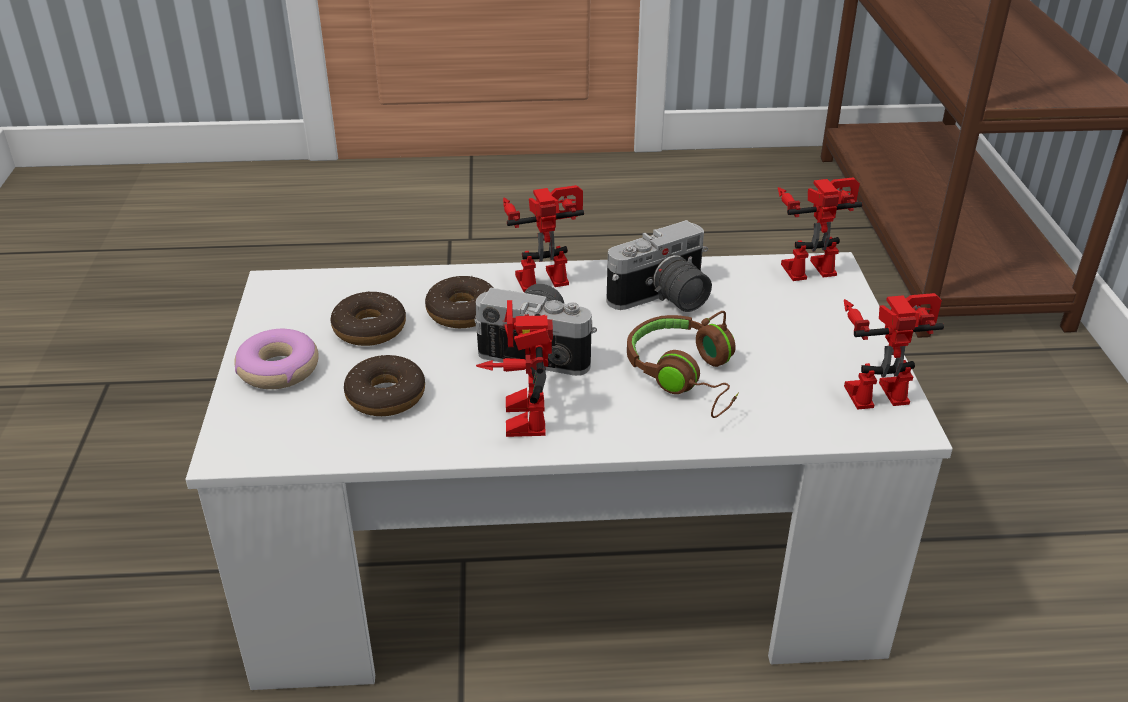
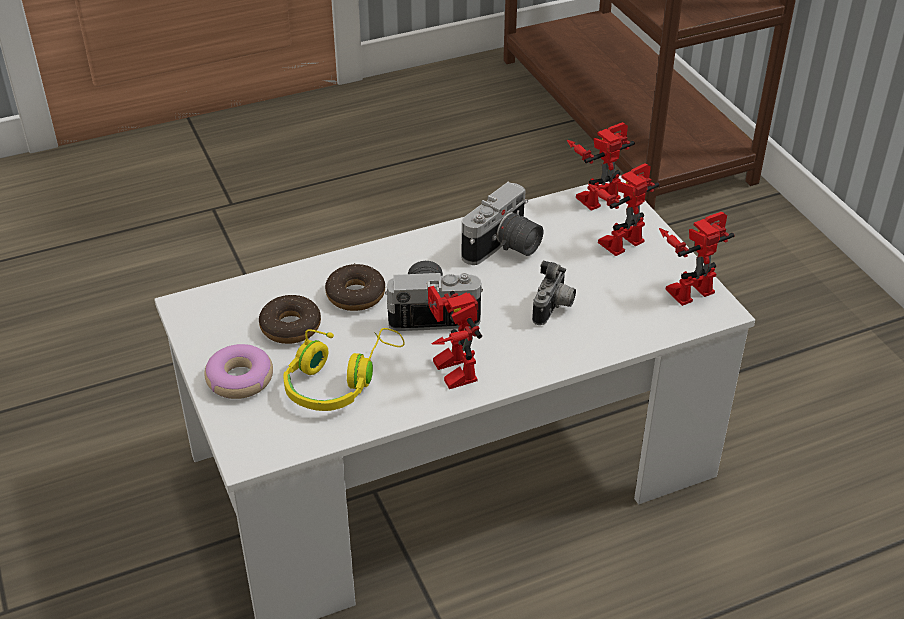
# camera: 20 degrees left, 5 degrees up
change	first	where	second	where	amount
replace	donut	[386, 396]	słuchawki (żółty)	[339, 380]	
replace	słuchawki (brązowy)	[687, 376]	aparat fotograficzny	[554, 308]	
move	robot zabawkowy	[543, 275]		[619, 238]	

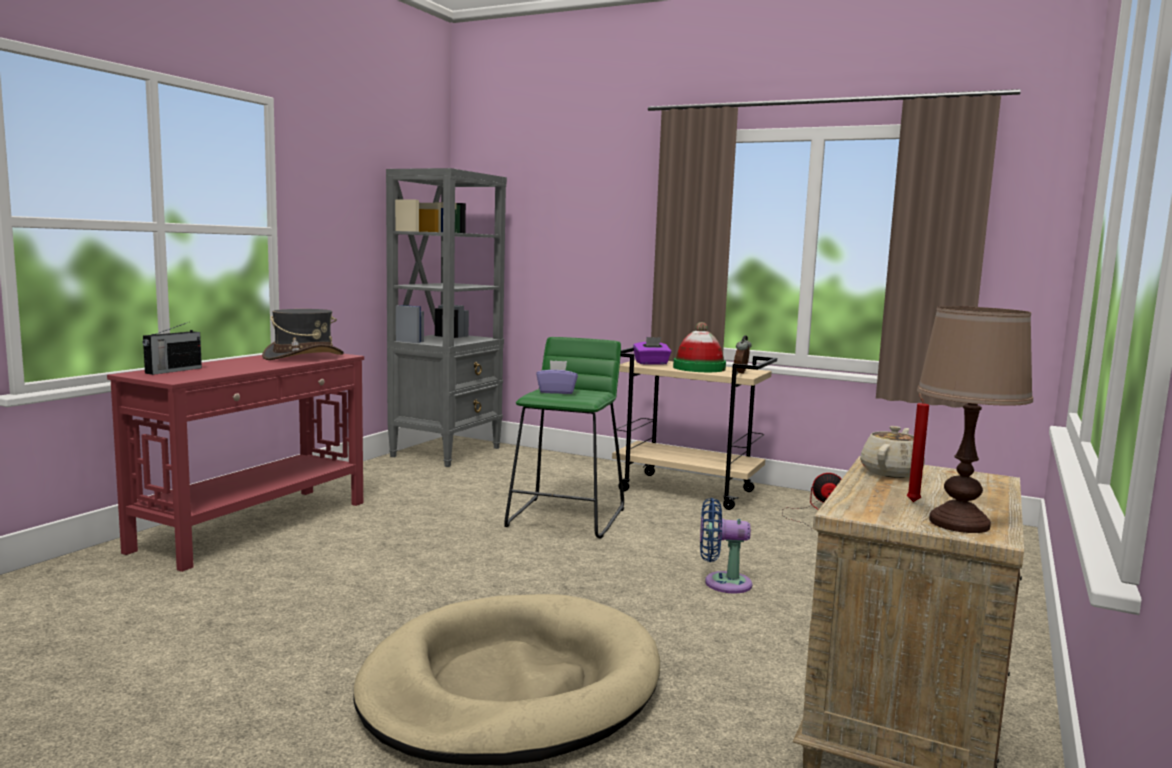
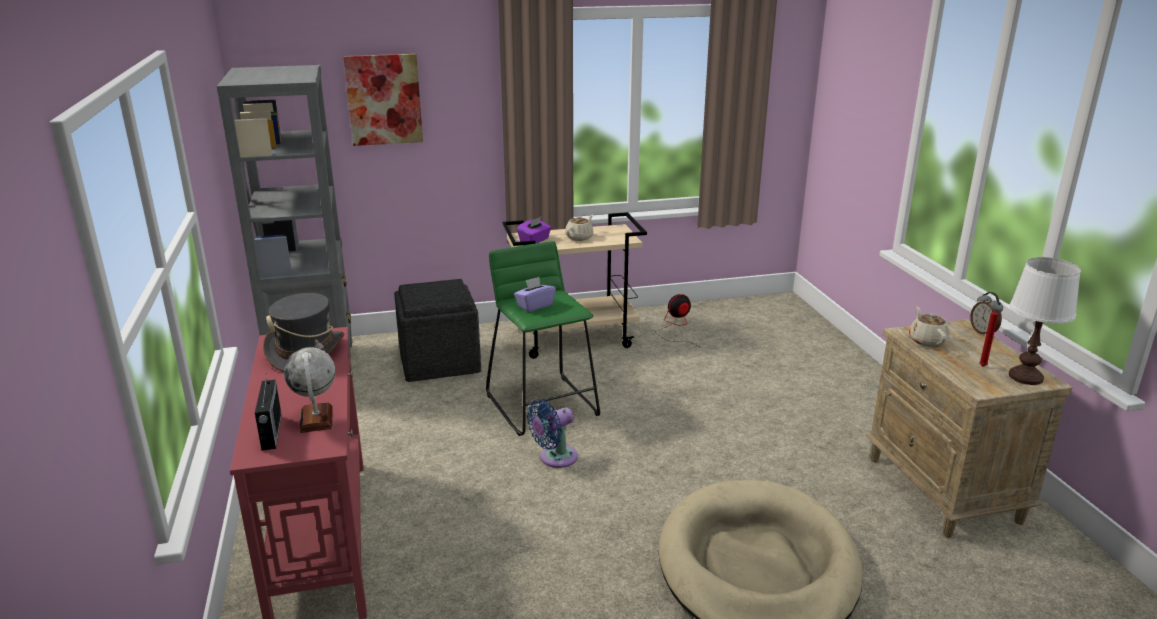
# camera: 40 degrees left, 15 degrees up
change	first	where	second	where	amount
insert			globus	[316, 419]	
insert			obraz	[384, 99]	
insert			pufa (szary)	[440, 361]	
move	wentylator (niebieski)	[722, 583]		[554, 458]	
replace	kapelusz	[699, 368]	imbryk (beżowy)	[579, 237]	
move	budzik	[741, 373]		[983, 332]	
recolor	lampa stołowa (brązowy)	[958, 523]	lampa stołowa (biały)	[1025, 377]	

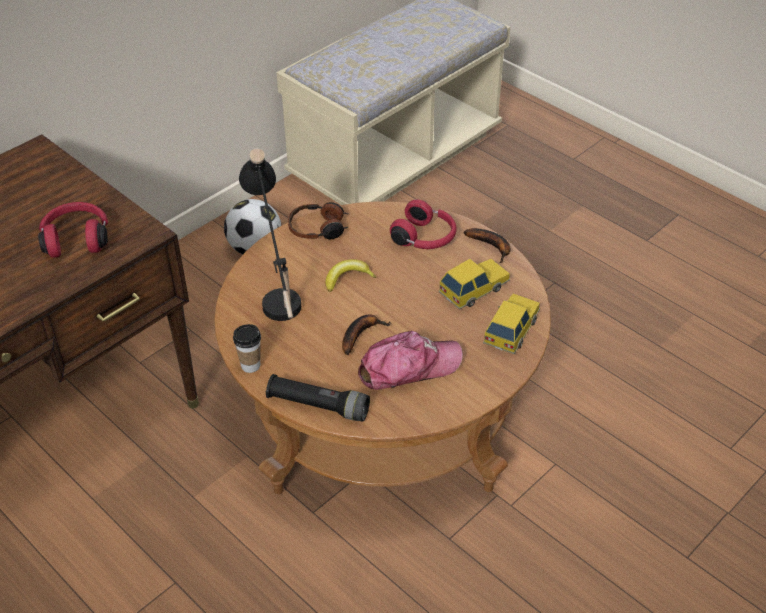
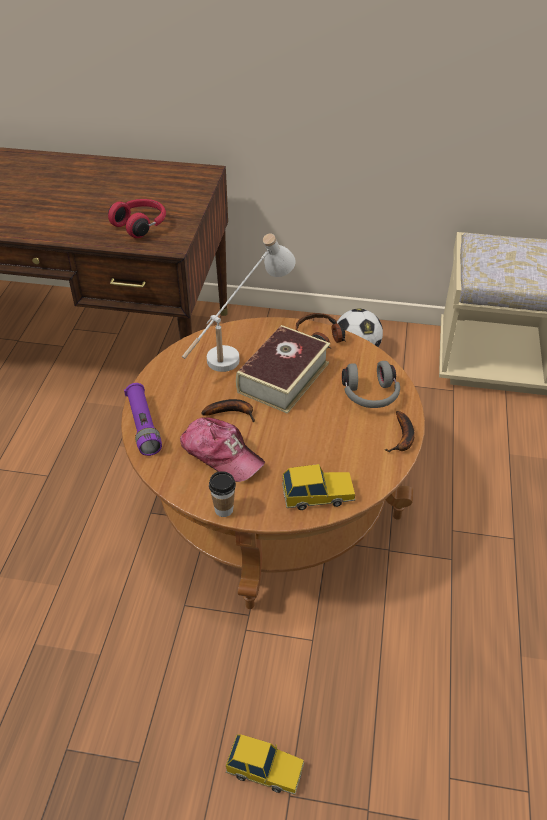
# camera: 55 degrees right, 0 degrees up
change	first	where	second	where	amount
recolor	latarka (czarny)	[318, 406]	latarka (fioletowy)	[143, 426]	
recolor	lampa stołowa (czarny)	[276, 287]	lampa stołowa (biały)	[239, 349]	
move	filiżanka	[250, 365]		[224, 509]	
move	samochodzik	[474, 289]		[265, 769]	
replace	banan	[347, 278]	książka	[283, 377]	
recolor	słuchawki (czerwony)	[425, 238]	słuchawki (szary)	[370, 396]	

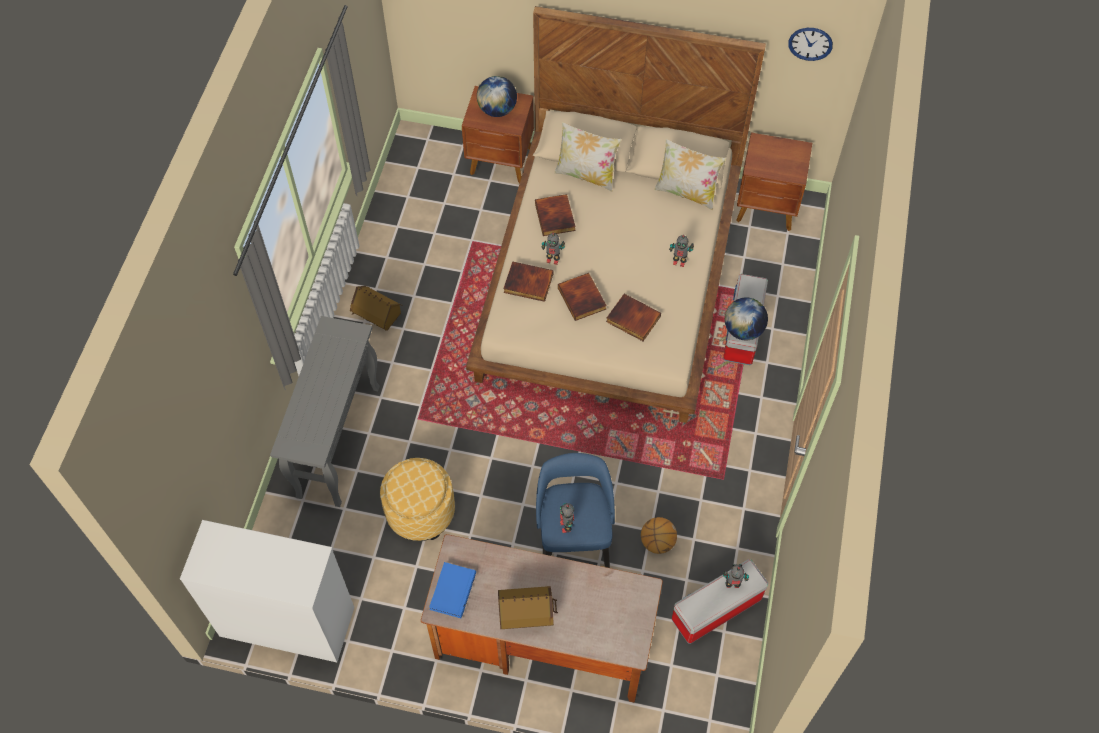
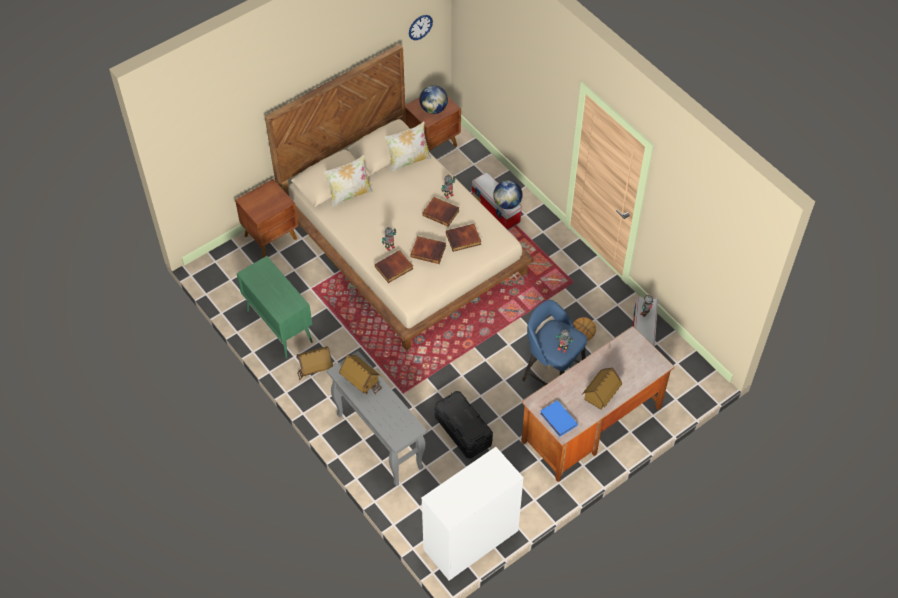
# camera: 50 degrees left, 5 degrees down
change	first	where	second	where	amount
insert			szafka (zielony)	[279, 326]	
insert			domek	[361, 382]	
move	globus	[497, 110]		[433, 109]	
move	książka	[556, 217]		[441, 212]	
replace	pufa	[420, 512]	pojemnik do przechowywania (czarny)	[463, 431]	

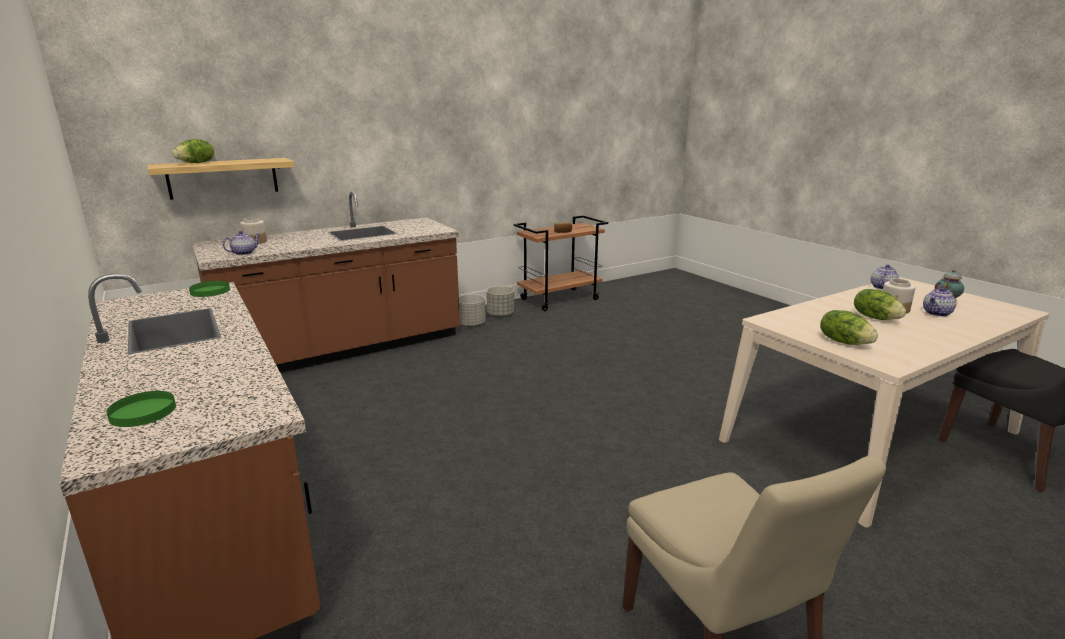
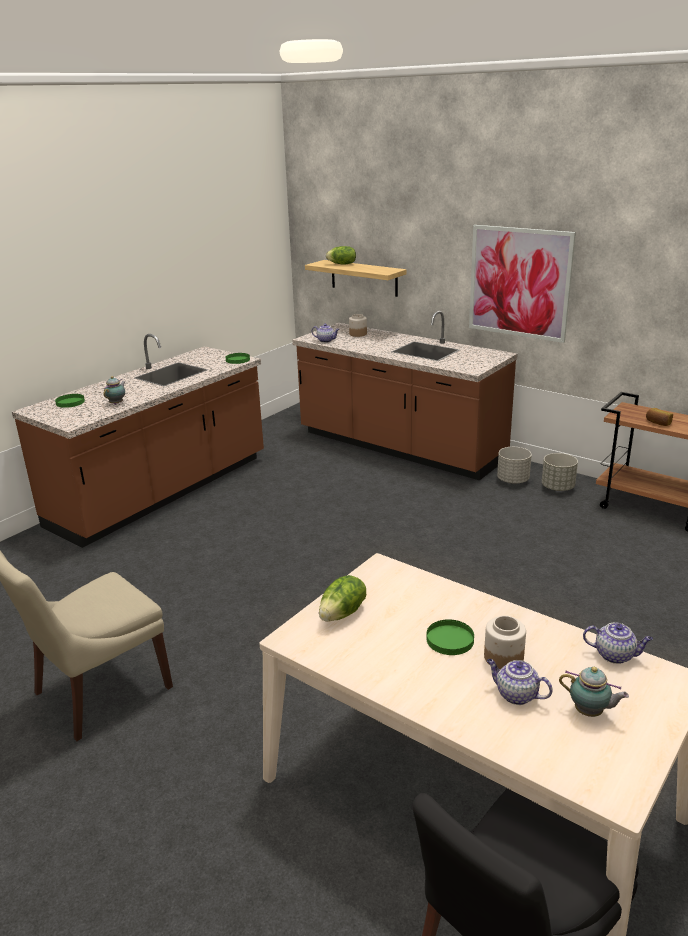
# camera: 70 degrees right, 5 degrees up
change	first	where	second	where	amount
insert			imbryk	[117, 403]	
replace	sałata	[875, 318]	talerz (zielony)	[450, 639]	
insert			obraz	[519, 282]	

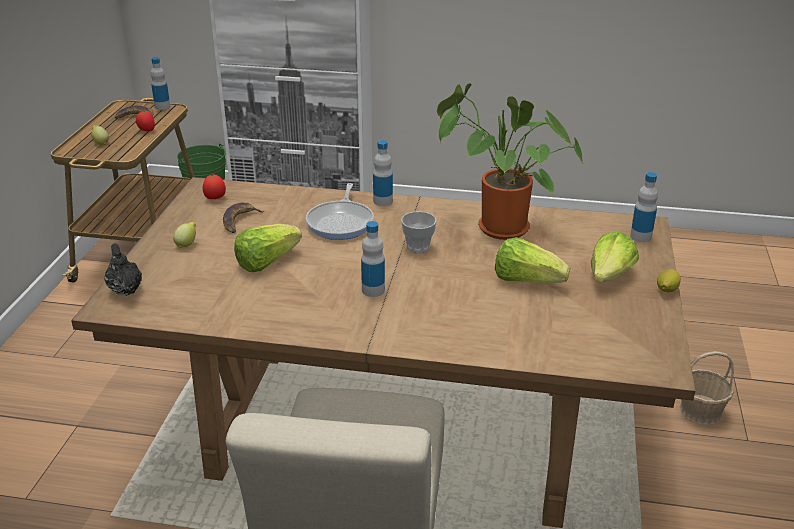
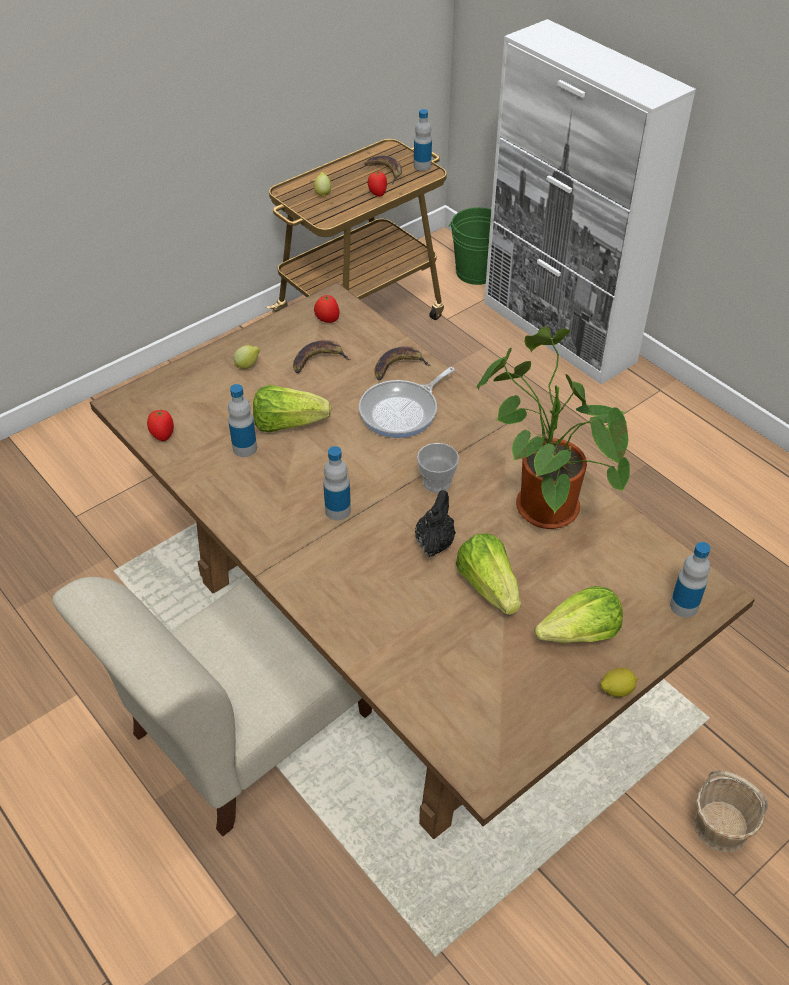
# camera: 40 degrees right, 15 degrees up
change	first	where	second	where	amount
insert			pomidor	[162, 436]	
move	butelka	[383, 201]		[244, 448]	
insert			banan	[398, 367]	
move	imbryk (czarny)	[125, 289]		[434, 542]	

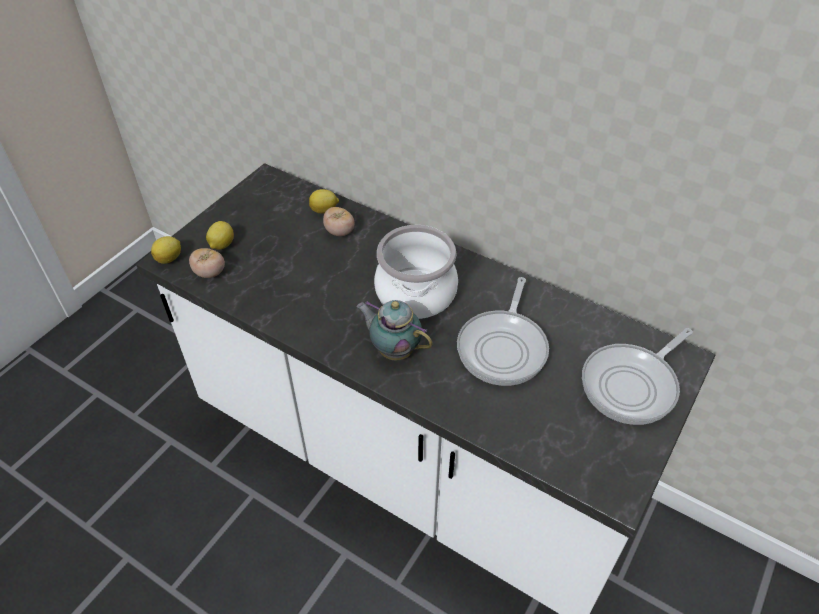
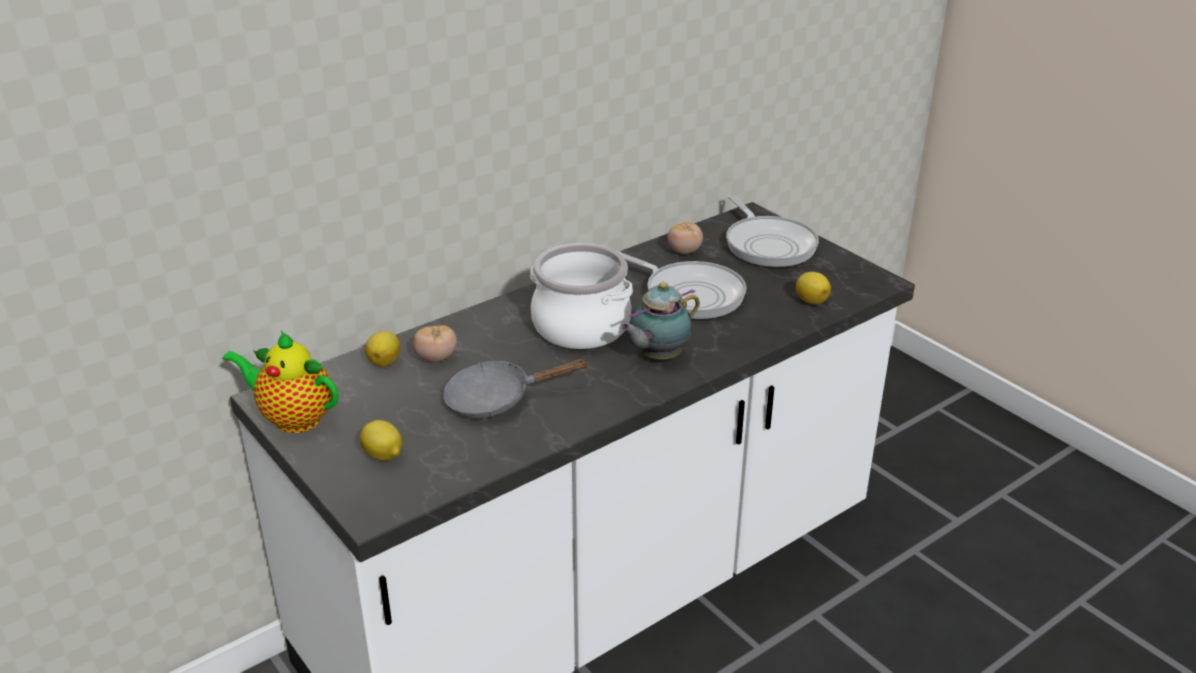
# camera: 70 degrees left, 15 degrees down
change	first	where	second	where	amount
insert			imbryk	[293, 418]	
insert			patelnia (szary)	[497, 399]	
move	pomidor	[210, 273]		[684, 251]	
move	cytryna	[170, 258]		[810, 300]	

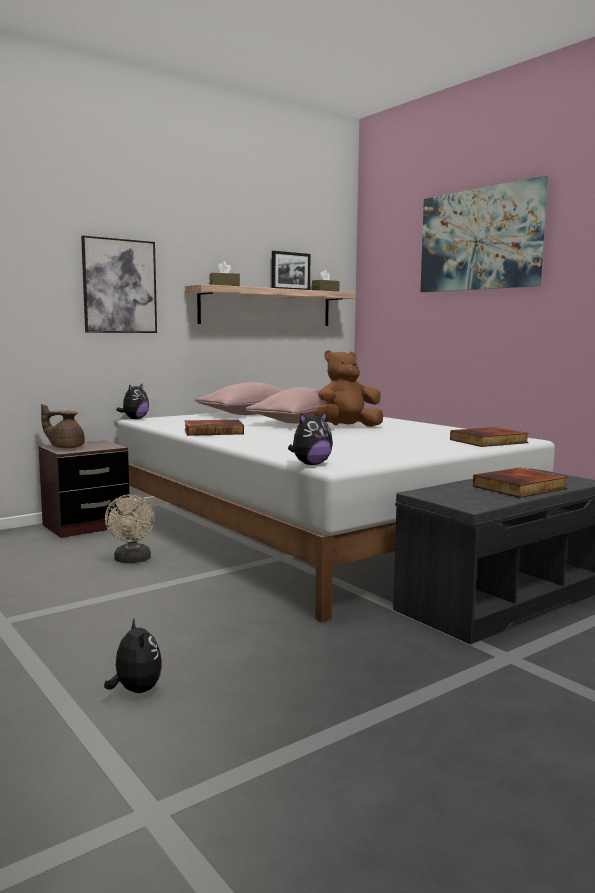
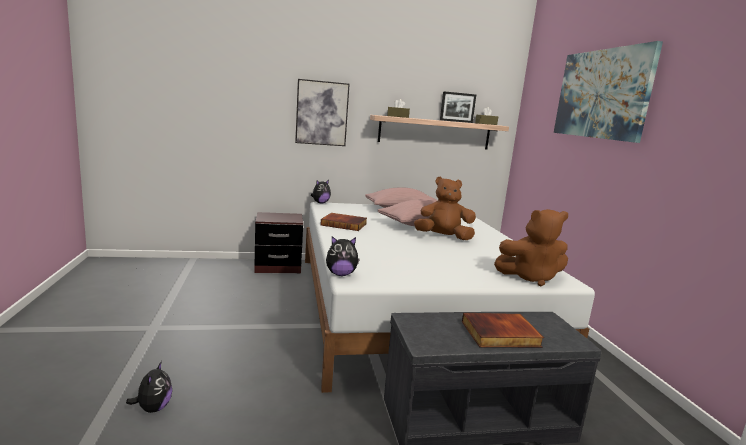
# camera: 25 degrees right, 5 degrees up
change	first	where	second	where	amount
replace	książka	[489, 441]	pluszak (brązowy)	[530, 277]	
delete	imbryk (brązowy)	[66, 447]			
delete	wentylator (beżowy)	[132, 560]			

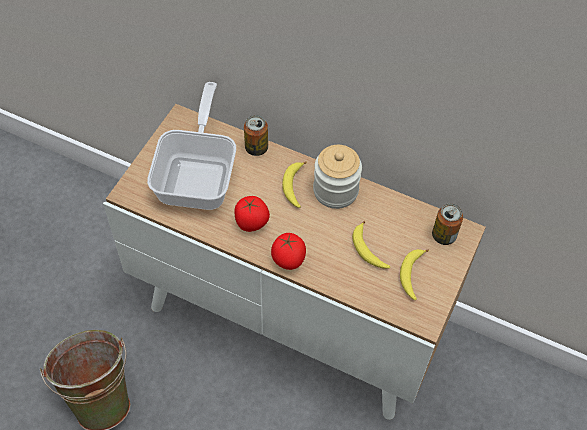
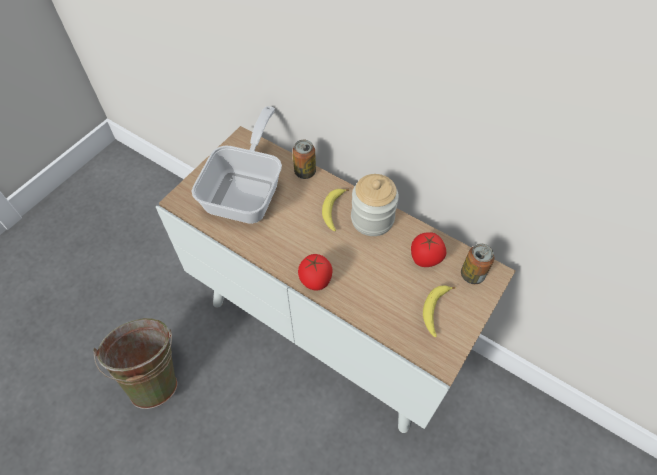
# camera: 10 degrees right, 0 degrees up
change	first	where	second	where	amount
move	pomidor	[252, 223]		[425, 259]	
delete	banan	[368, 250]			

